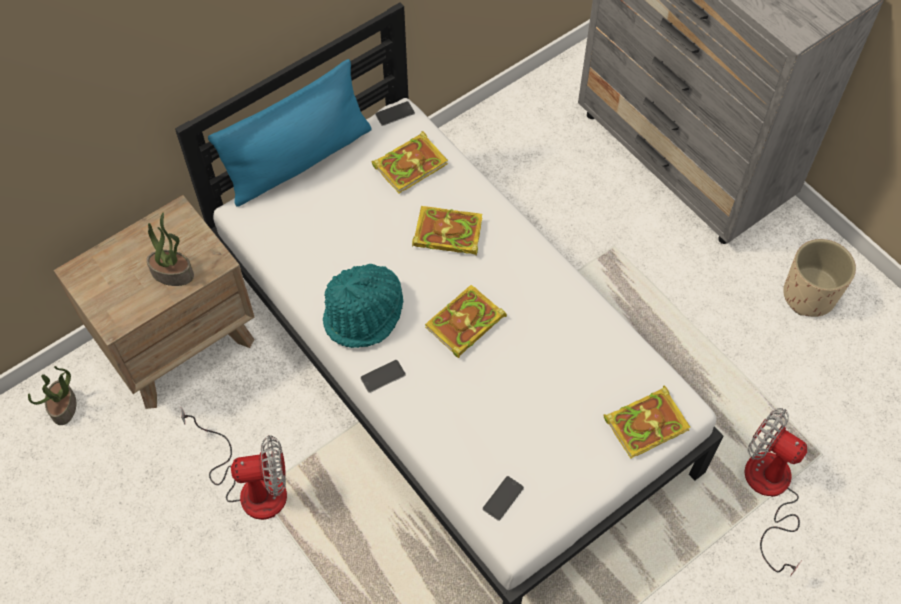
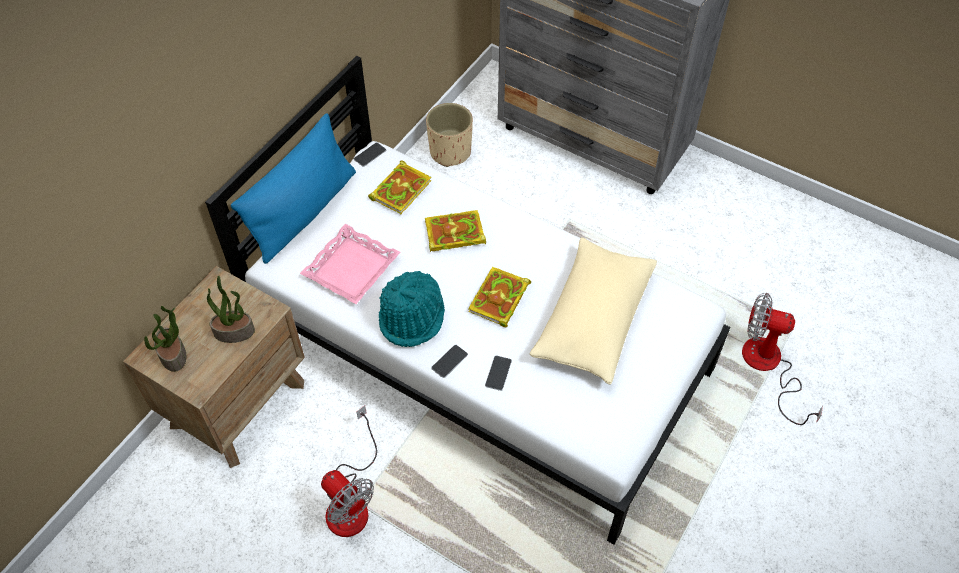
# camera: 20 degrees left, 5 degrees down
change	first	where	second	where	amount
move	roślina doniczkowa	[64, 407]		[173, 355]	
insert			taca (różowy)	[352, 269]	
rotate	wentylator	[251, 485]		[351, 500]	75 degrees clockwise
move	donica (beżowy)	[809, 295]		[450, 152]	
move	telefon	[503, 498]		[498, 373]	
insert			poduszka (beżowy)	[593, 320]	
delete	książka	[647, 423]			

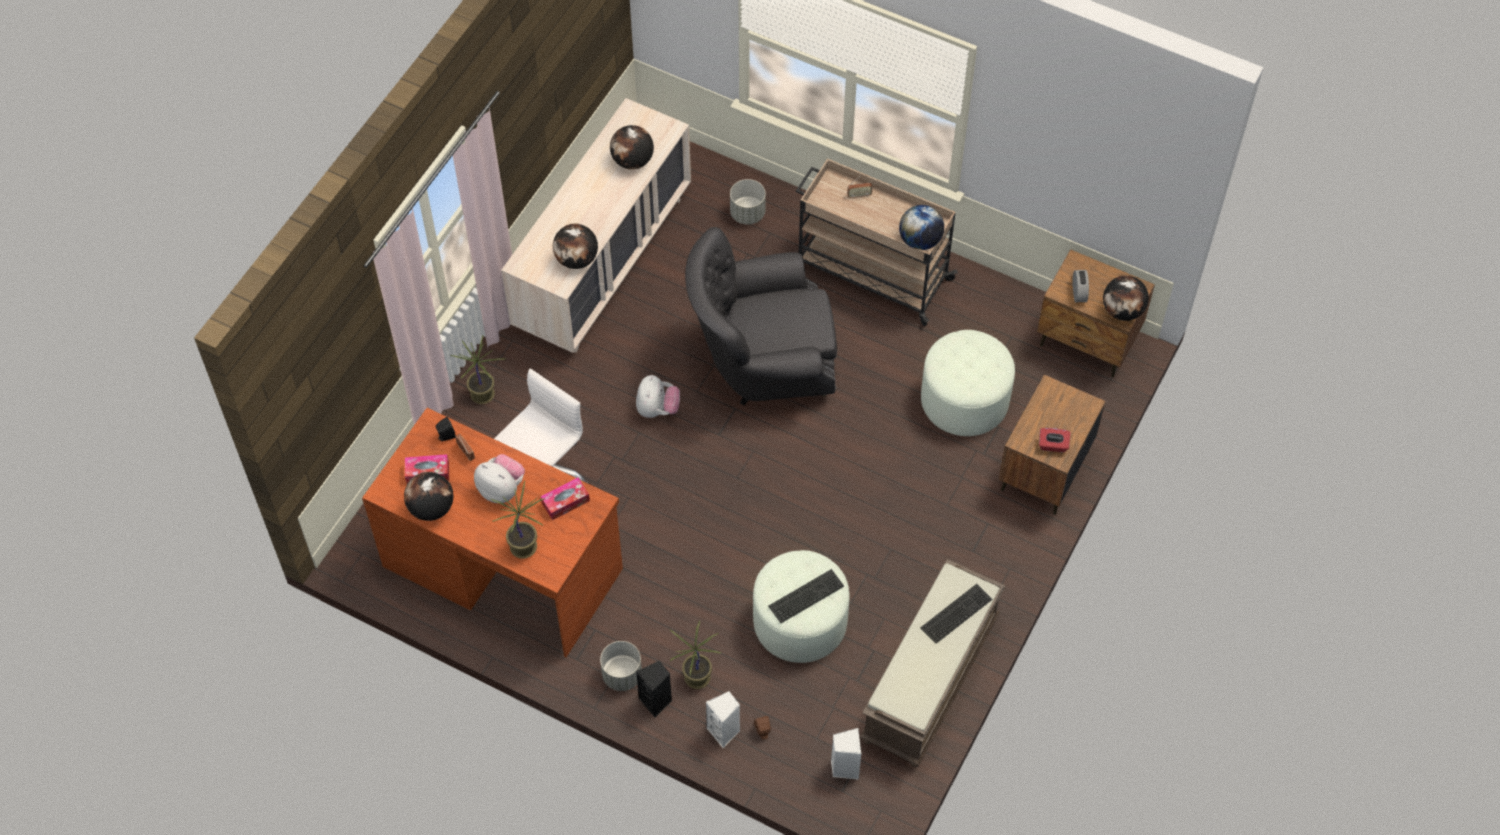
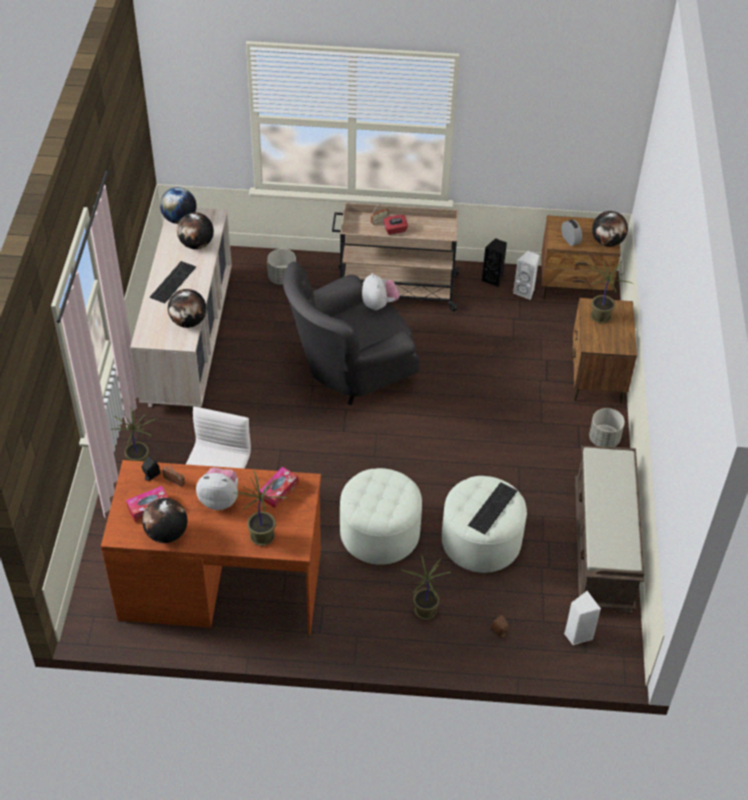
# camera: 25 degrees left, 10 degrees down
change	first	where	second	where	amount
move	klawiatura	[956, 612]		[172, 281]	
move	globus	[920, 240]		[179, 219]	
move	pufa (biały)	[964, 400]		[379, 533]	
move	pluszak	[657, 409]		[379, 304]	
move	pudełko chusteczek (czerwony)	[1053, 445]		[395, 230]	
move	głośnik (czarny)	[656, 701]		[493, 279]	
move	głośnik (biały)	[724, 732]		[525, 291]	
move	donica (szary)	[622, 675]		[604, 439]	
insert			roślina doniczkowa	[601, 317]	

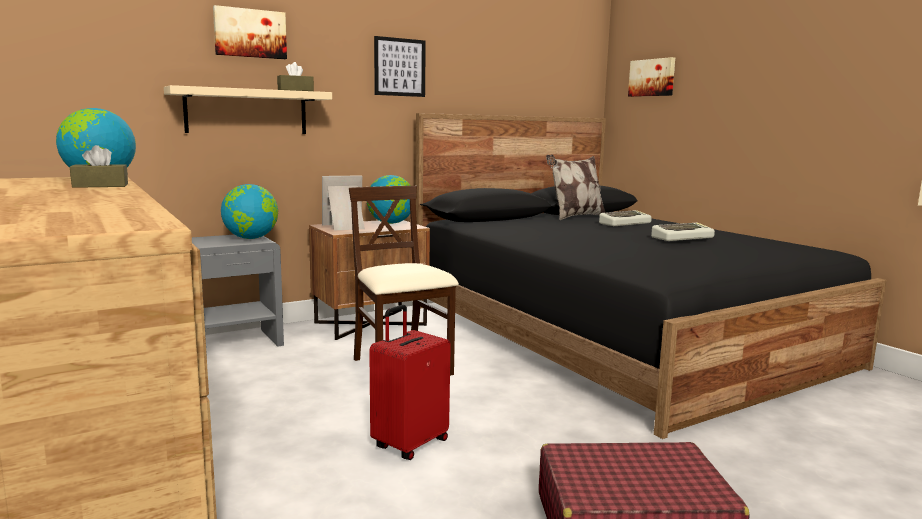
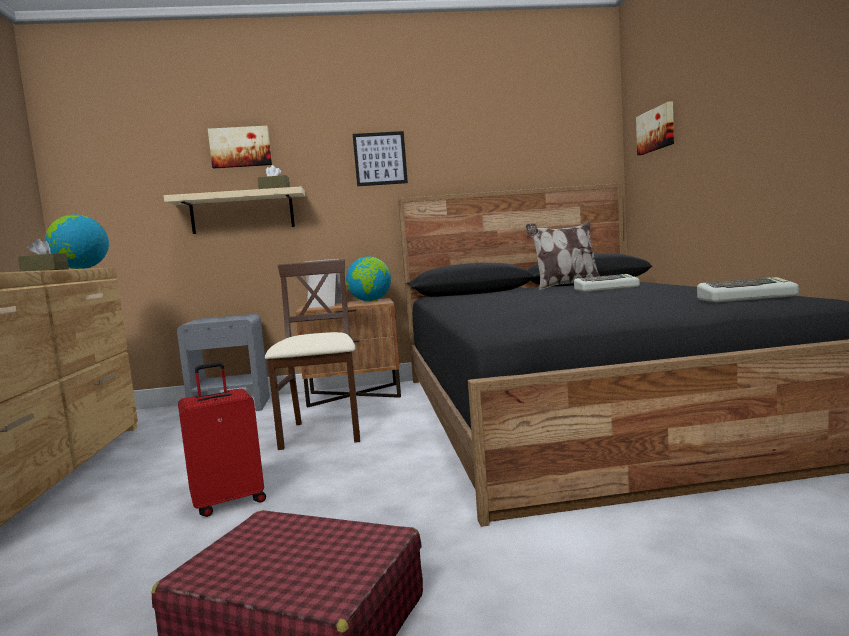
# camera: 25 degrees right, 5 degrees down
change	first	where	second	where	amount
move	klawiatura	[682, 237]		[746, 297]	
delete	globus	[251, 238]			

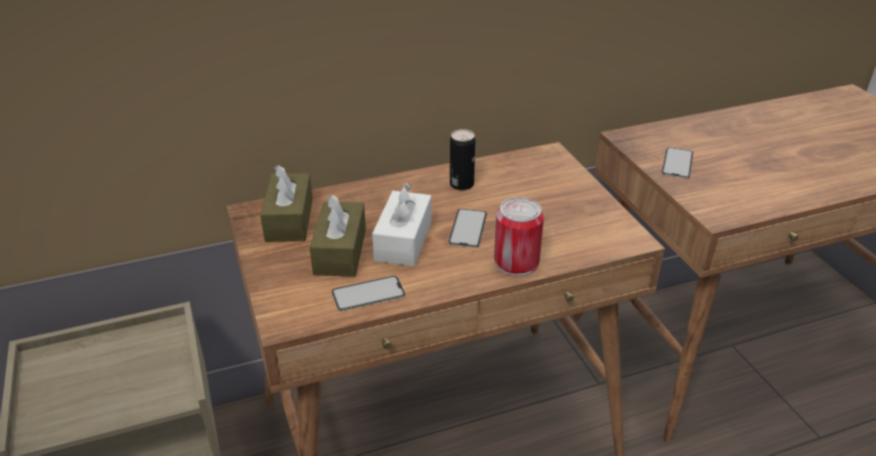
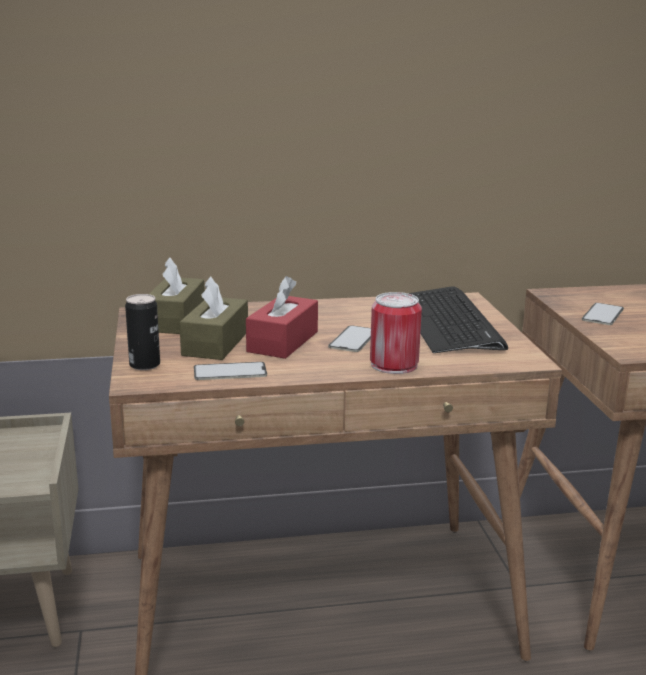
# camera: 10 degrees right, 15 degrees down
change	first	where	second	where	amount
move	puszka	[461, 184]		[144, 365]	
recolor	pudełko chusteczek (biały)	[403, 241]	pudełko chusteczek (czerwony)	[283, 342]	
insert			klawiatura	[449, 322]	

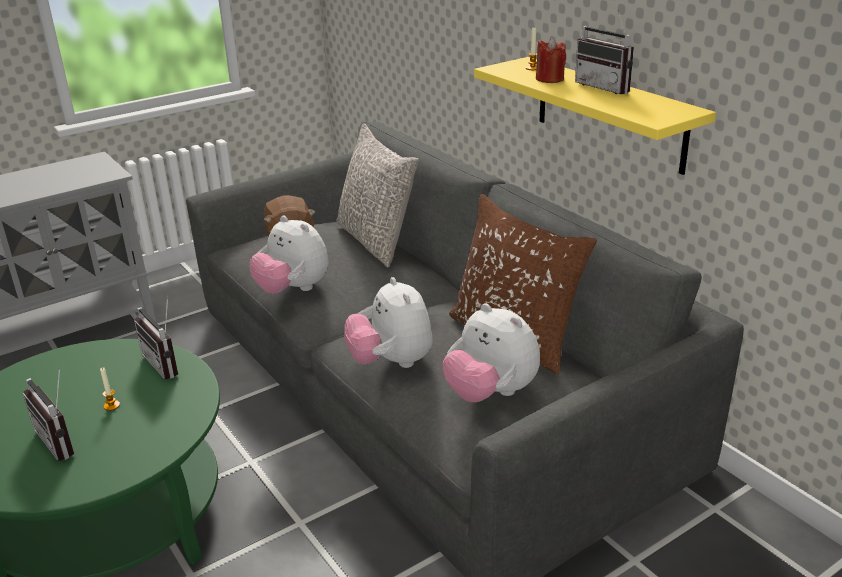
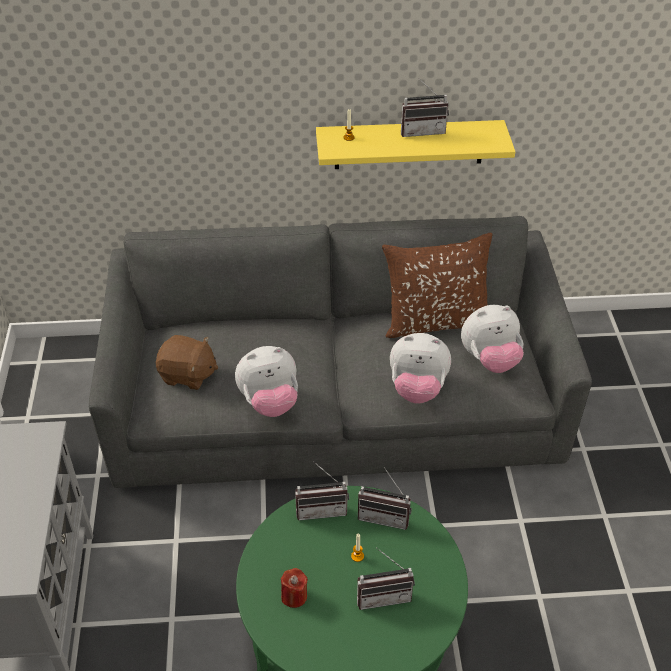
# camera: 60 degrees left, 15 degrees up
change	first	where	second	where	amount
move	świeca (czerwony)	[549, 79]		[294, 596]	
insert			radio	[385, 516]	
delete	poduszka (szary)	[377, 241]			

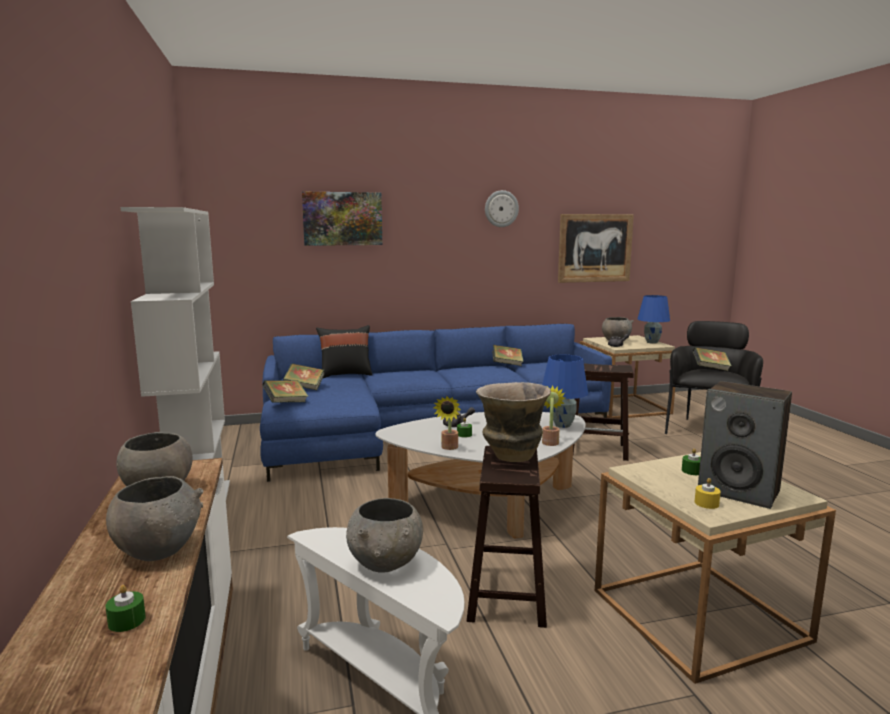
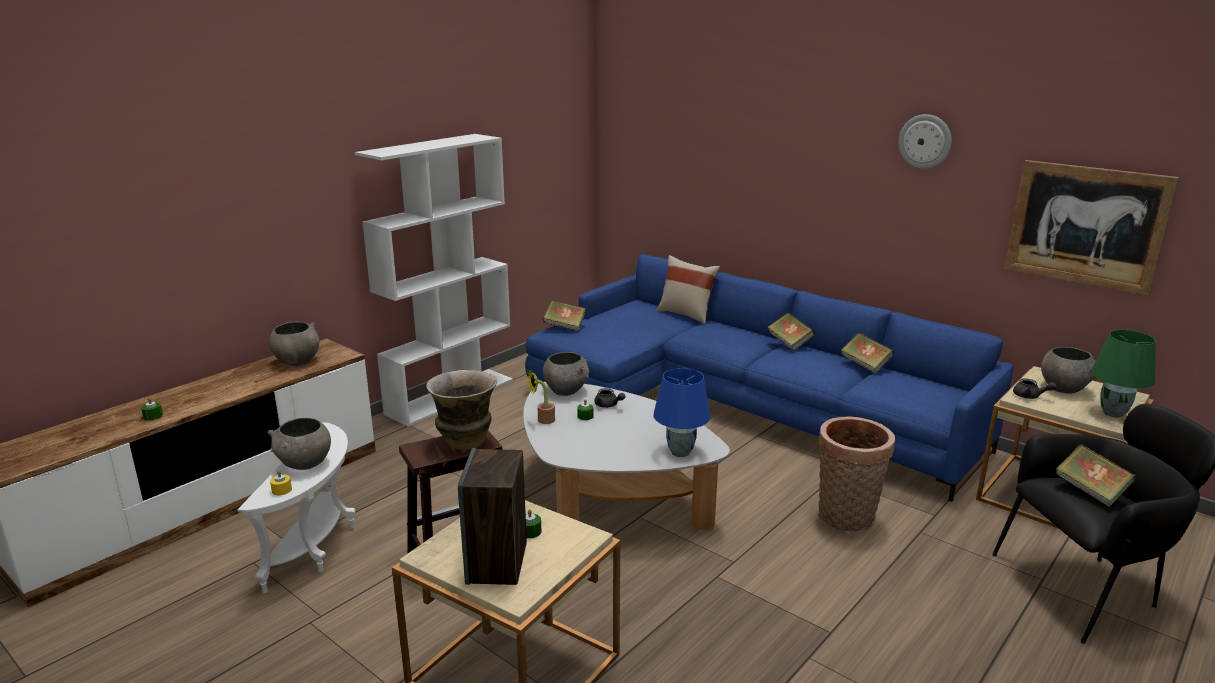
# camera: 55 degrees right, 10 degrees up
change	first	where	second	where	amount
move	świeca (żółty)	[706, 503]		[281, 490]	
move	miska (szary)	[158, 549]		[566, 391]	
recolor	poduszka (czarny)	[345, 375]	poduszka (beżowy)	[686, 314]	
move	książka	[304, 387]		[789, 343]	
replace	stołek (brązowy)	[598, 450]	koszyk	[846, 519]	
recolor	lampa stołowa (niebieski)	[652, 342]	lampa stołowa (zielony)	[1114, 413]	
delete	obraz	[342, 218]			
delete	roślina doniczkowa	[550, 441]			

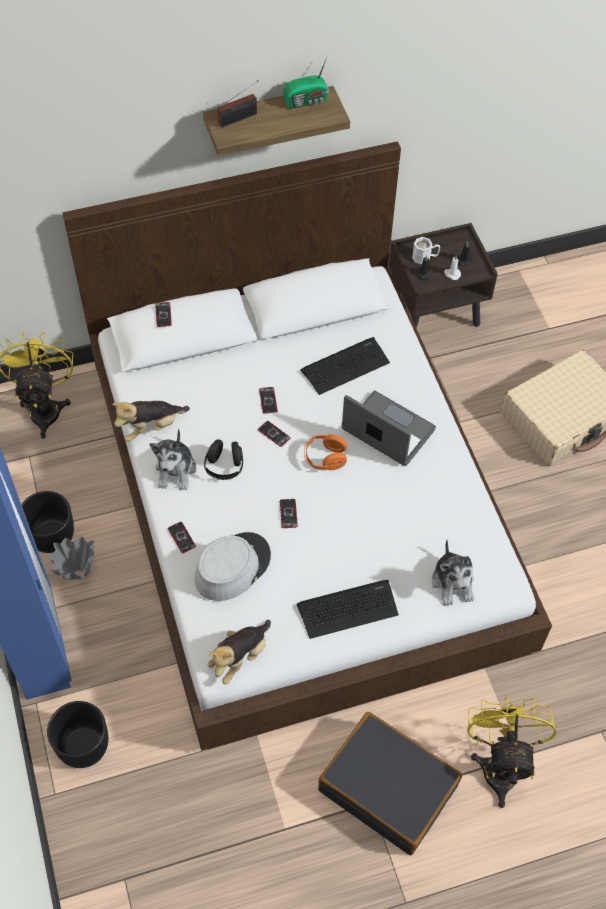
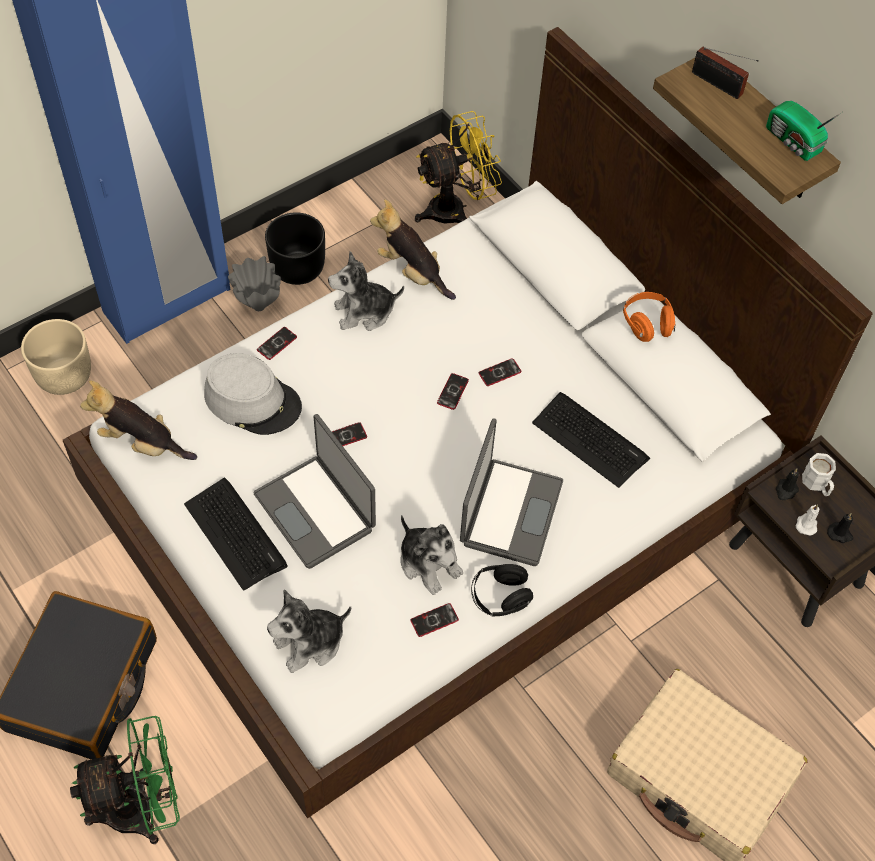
# camera: 70 degrees right, 0 degrees up
change	first	where	second	where	amount
recolor	donica (czarny)	[83, 745]	donica (beżowy)	[64, 375]	
recolor	wentylator (żółty)	[500, 763]	wentylator (zielony)	[143, 808]	
insert			laptop	[316, 511]	
insert			pluszak	[429, 563]	
move	telefon	[163, 315]		[434, 620]	
move	słuchawki (czarny)	[224, 467]		[500, 597]	
move	słuchawki (pomarańczowy)	[325, 458]		[647, 324]	

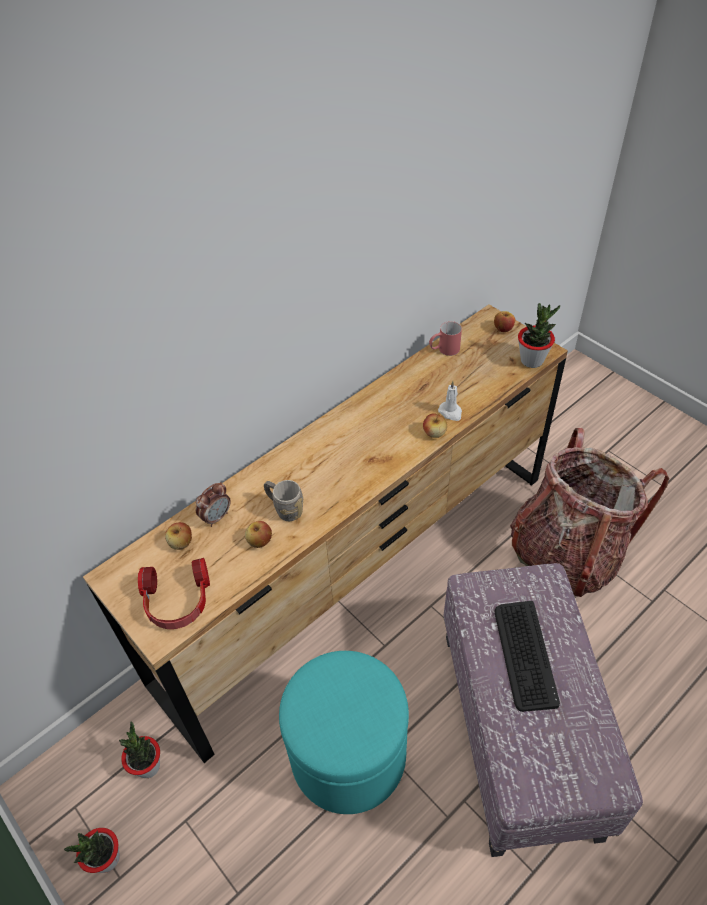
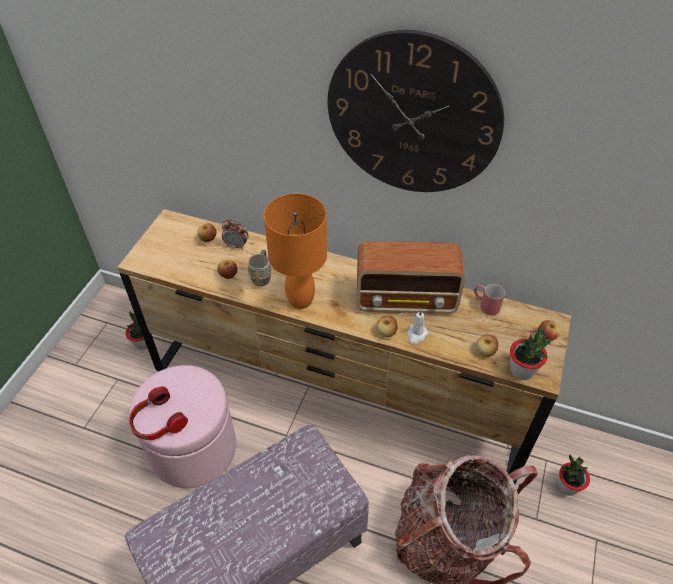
# camera: 60 degrees right, 0 degrees up
change	first	where	second	where	amount
recolor	pufa (turkusowy)	[348, 754]	pufa (różowy)	[193, 448]	
move	słuchawki	[177, 602]		[157, 422]	
insert			lampa stołowa (pomarańczowy)	[300, 299]	
insert			zegar ścienny	[413, 116]	
insert			radio	[407, 300]	
insert			jabłko	[485, 351]	
move	roślina doniczkowa	[106, 859]		[567, 487]	
delete	klawiatura	[524, 655]			

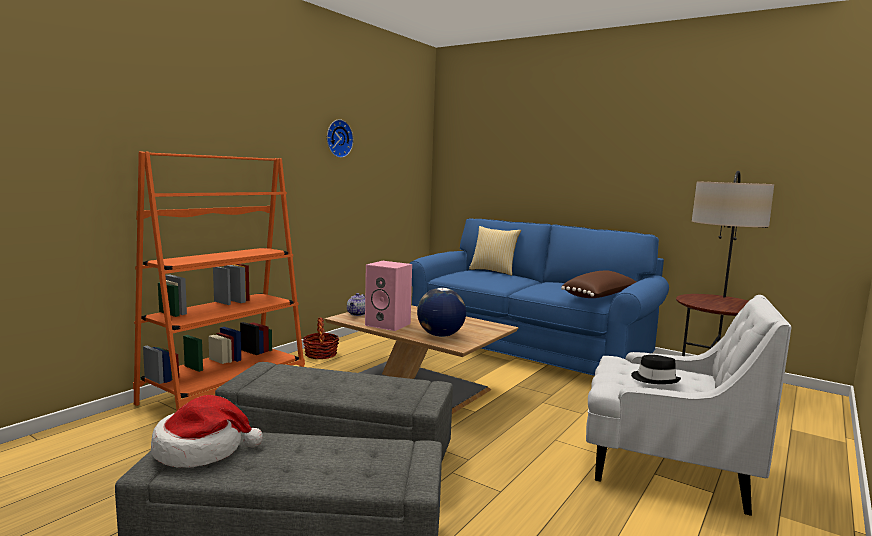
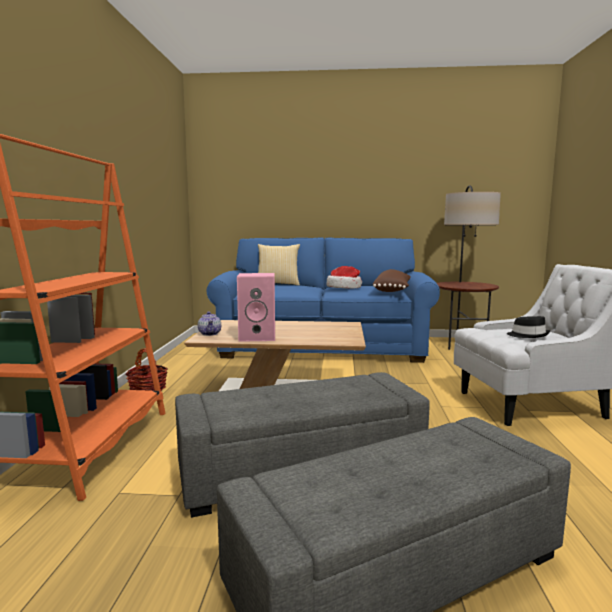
# camera: 30 degrees left, 0 degrees up
change	first	where	second	where	amount
move	kapelusz	[201, 449]		[344, 288]	
delete	zegar ścienny	[338, 138]			
delete	globus	[440, 335]			

